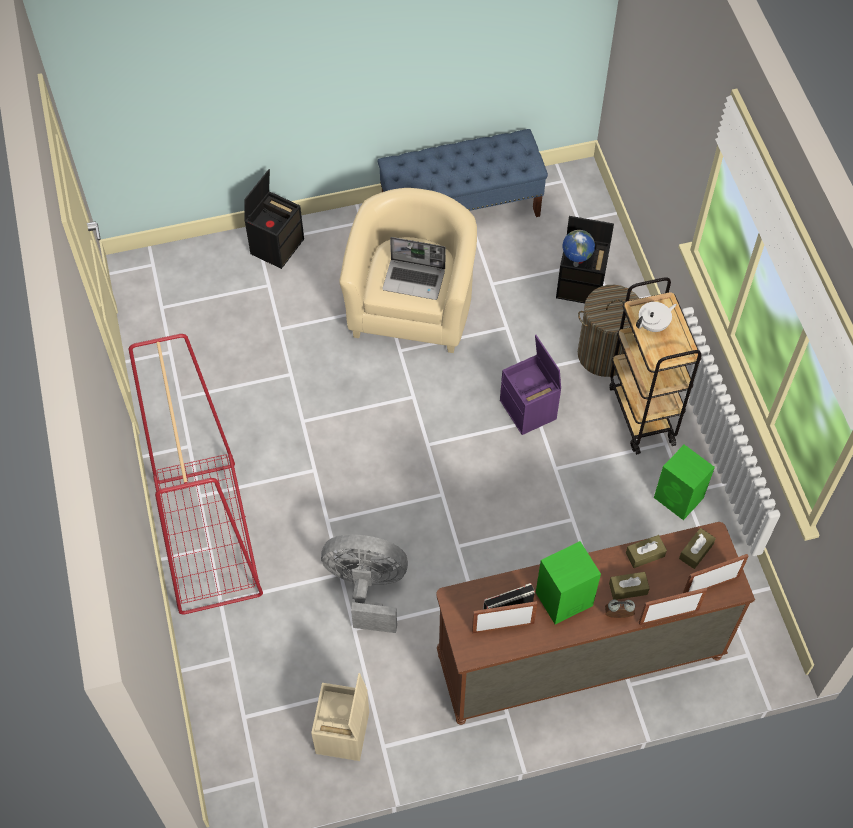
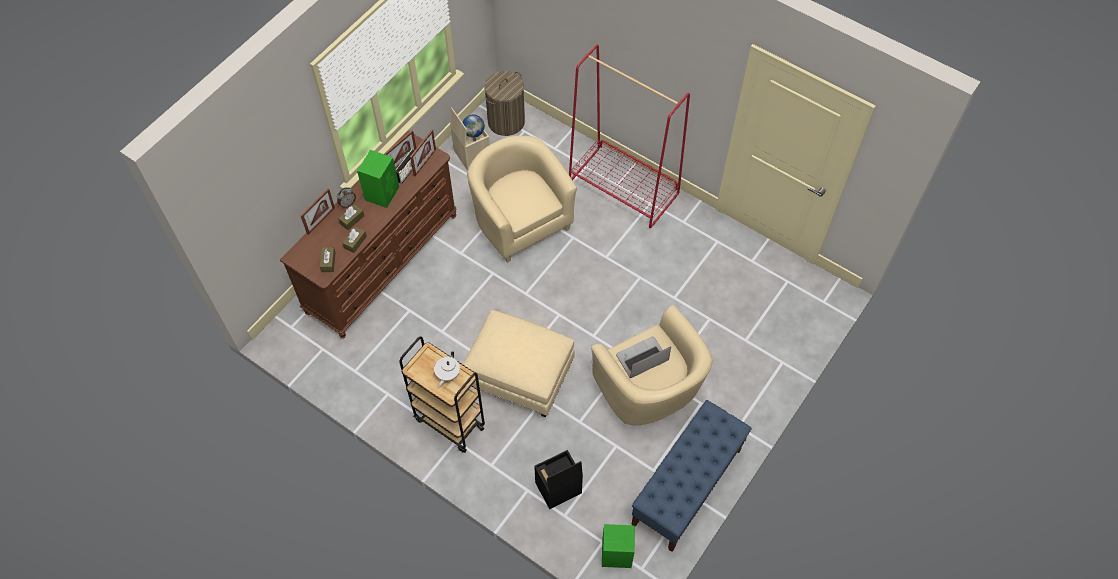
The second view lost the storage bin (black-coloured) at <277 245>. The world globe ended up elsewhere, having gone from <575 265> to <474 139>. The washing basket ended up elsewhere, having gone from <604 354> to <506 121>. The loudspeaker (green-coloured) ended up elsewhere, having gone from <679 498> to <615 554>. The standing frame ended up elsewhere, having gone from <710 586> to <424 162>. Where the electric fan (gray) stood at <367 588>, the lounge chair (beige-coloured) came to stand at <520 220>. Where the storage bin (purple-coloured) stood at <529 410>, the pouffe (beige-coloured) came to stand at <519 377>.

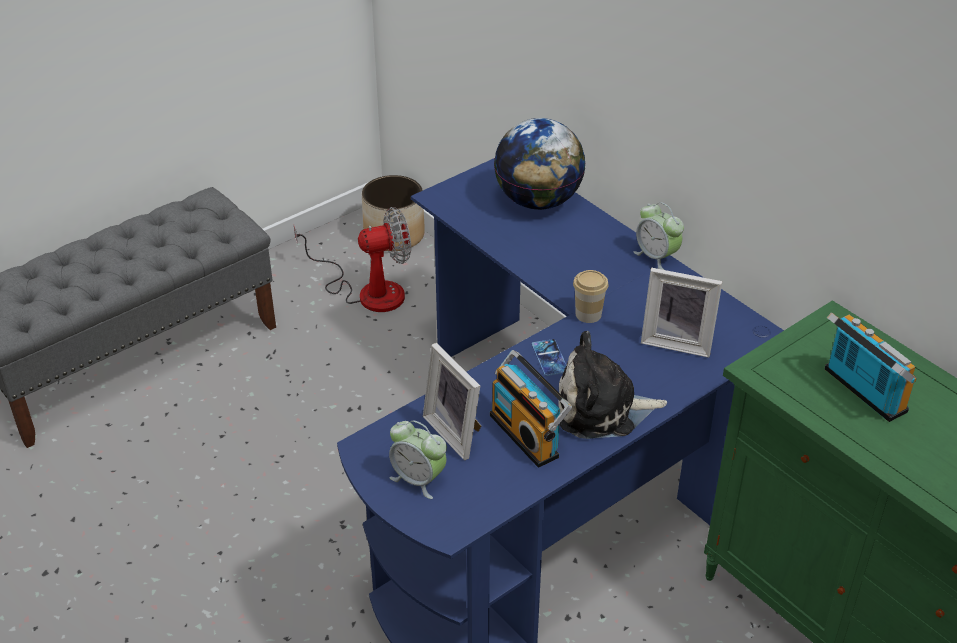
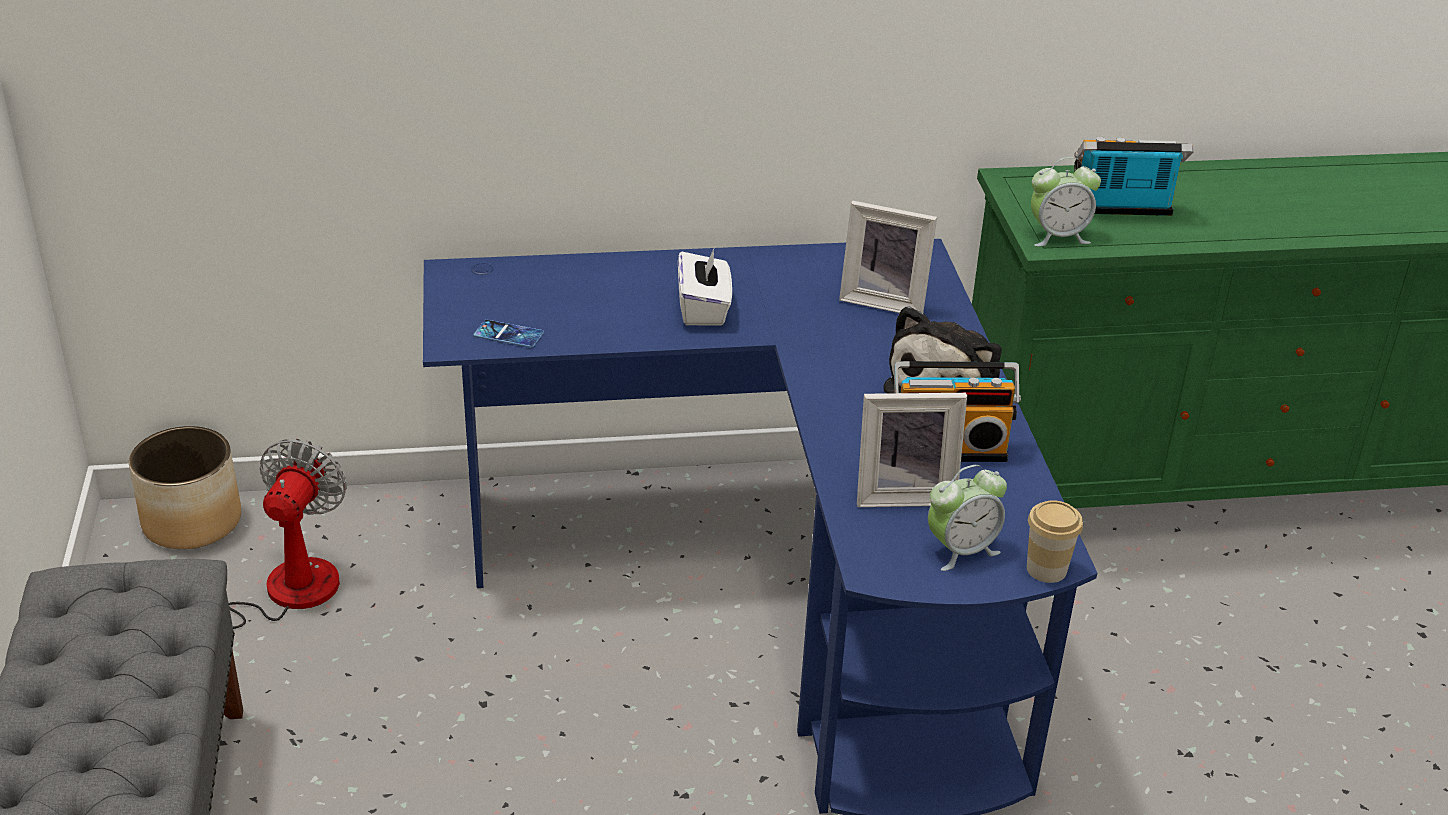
The second view lost the world globe at <538 201>. The second view gained the tissue box (whitish) at <703 309>. The telephone ended up elsewhere, having gone from <549 358> to <508 334>. The cup ended up elsewhere, having gone from <588 314> to <1046 569>. The bedside clock ended up elsewhere, having gone from <656 257> to <1058 236>. The standing frame at <677 341> ended up facing another way, 60 degrees clockwise from before.

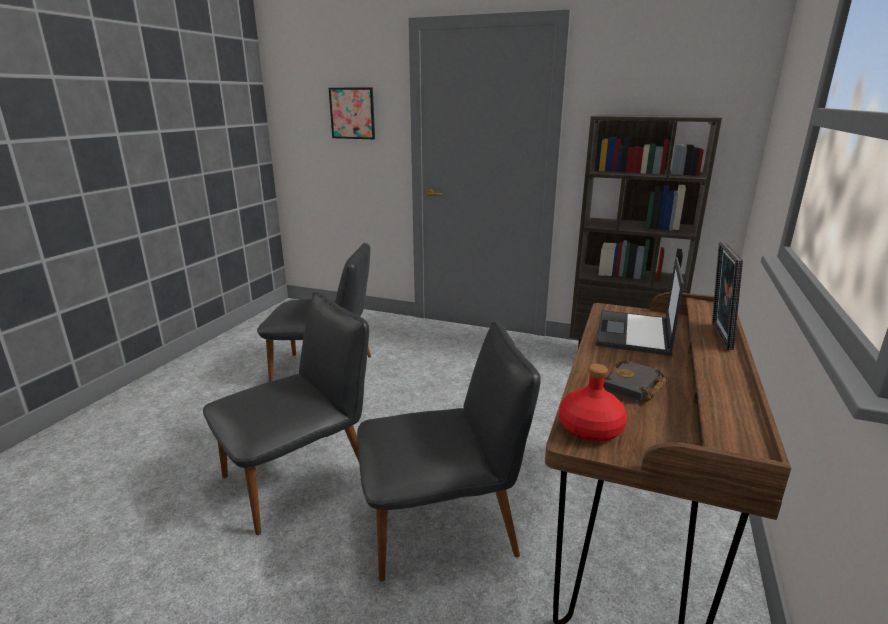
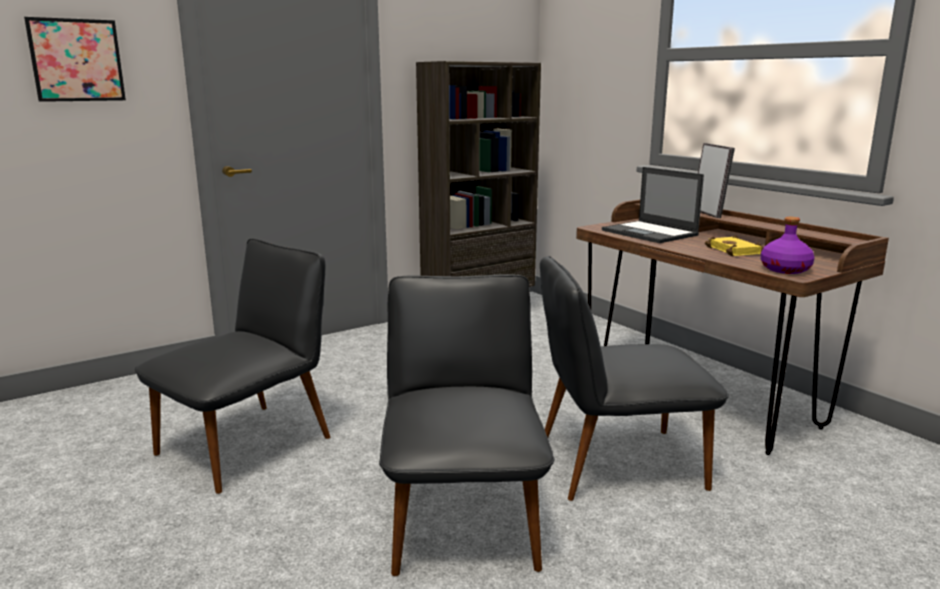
What was the bottle (red-coloured) at <590 429> turned into the bottle (purple-coloured) at <785 269>. What was the bound book (black-coloured) at <634 387> turned into the bound book (yellow-coloured) at <736 251>. The chair (black-coloured) at <440 524> ended up facing another way, 120 degrees counterclockwise from before. The standing frame at <717 335> ended up facing another way, 150 degrees counterclockwise from before.

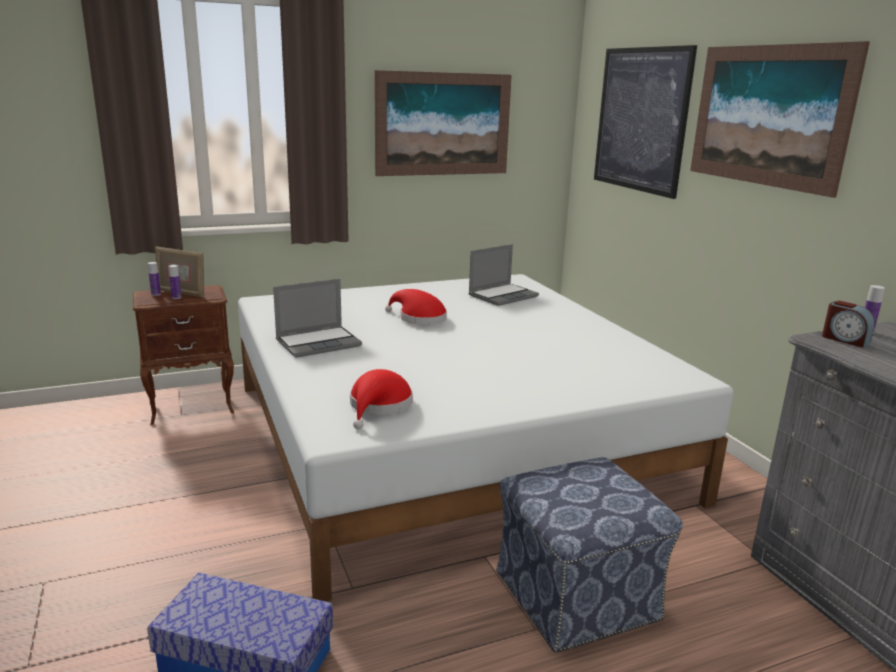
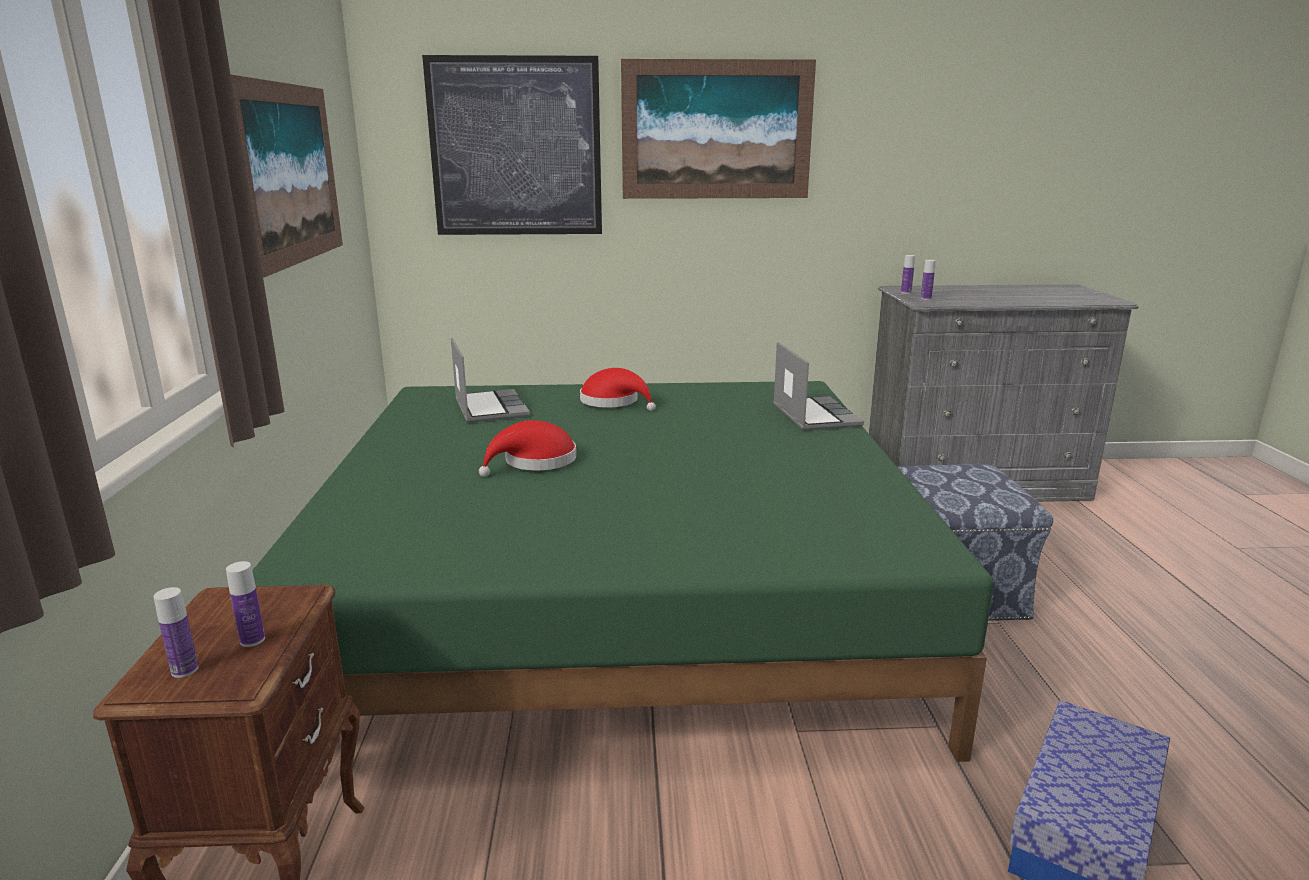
The second view lost the standing frame at <181 293>. The portable computer ended up elsewhere, having gone from <319 343> to <814 415>. The hat (red-coloured) ended up elsewhere, having gone from <379 406> to <613 402>. Where the bedside clock stood at <844 339>, the bottle came to stand at <926 298>. What was the bedroom bed (whitish) at <448 439> turned into the bedroom bed (green-coloured) at <619 598>.

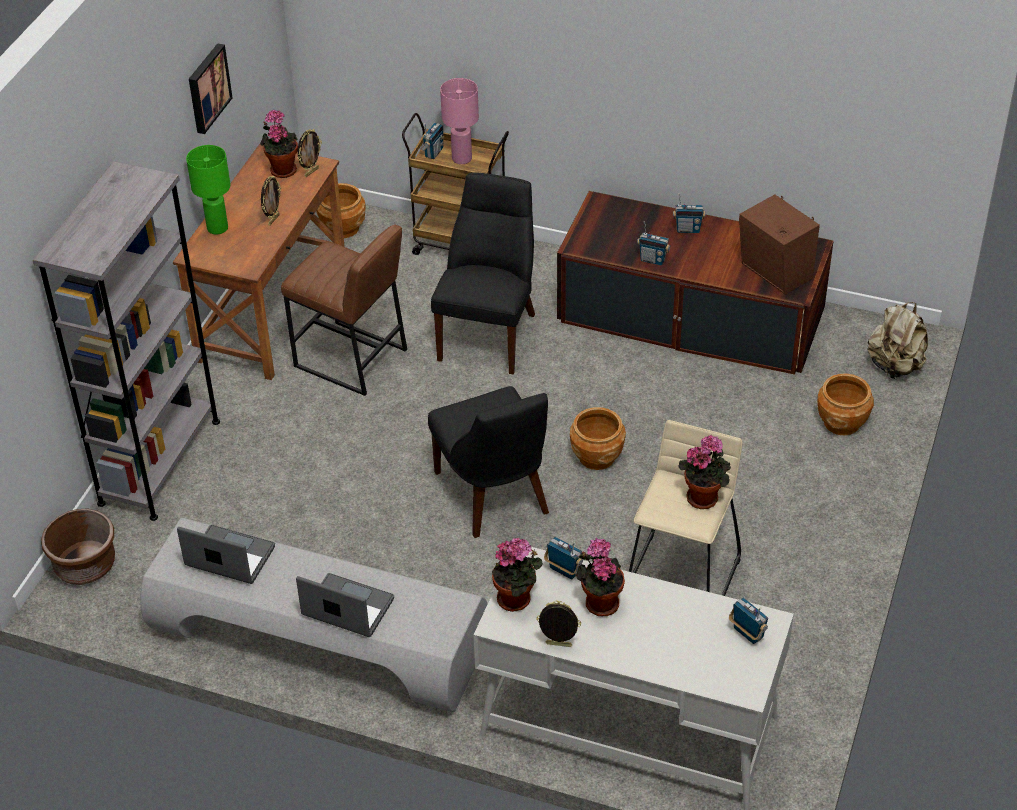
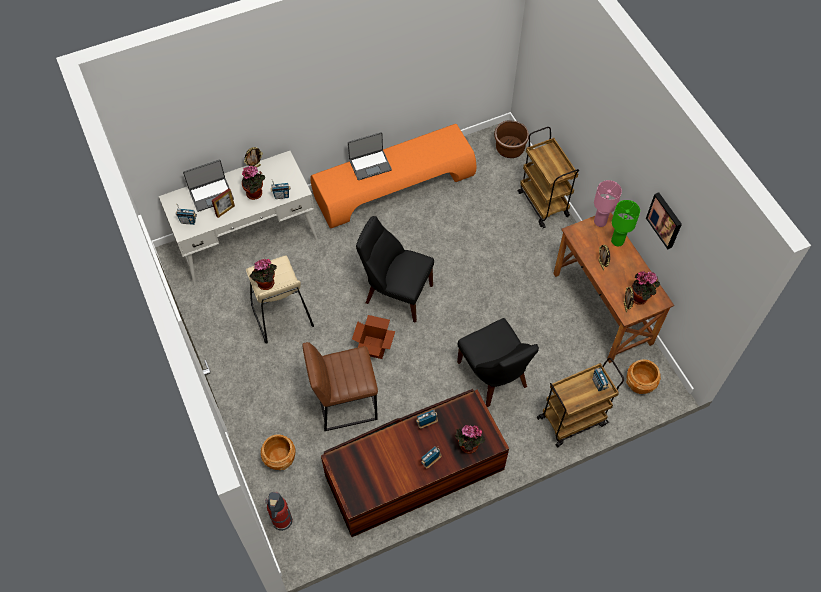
The second view lost the loudspeaker (brown) at <775 273>. The second view gained the standing frame at <225 211>. The portable computer ended up elsewhere, having gone from <229 558> to <211 194>. The chair (brown) ended up elsewhere, having gone from <352 359> to <345 404>. The tabletop lamp (pink-coloured) ended up elsewhere, having gone from <462 159> to <599 222>. The potted plant ended up elsewhere, having gone from <517 599> to <467 446>. Where the shelving unit (gray) stood at <159 462>, the trolley (brown) came to stand at <543 204>. Where the flower pot (brown) stood at <597 456>, the cardboard box came to stand at <373 347>. Where the rucksack (beige-coloured) stood at <895 366>, the fire-fighting cylinder came to stand at <281 521>. What was the indoor bench (gray) at <318 638> turned into the indoor bench (orange-coloured) at <394 187>.

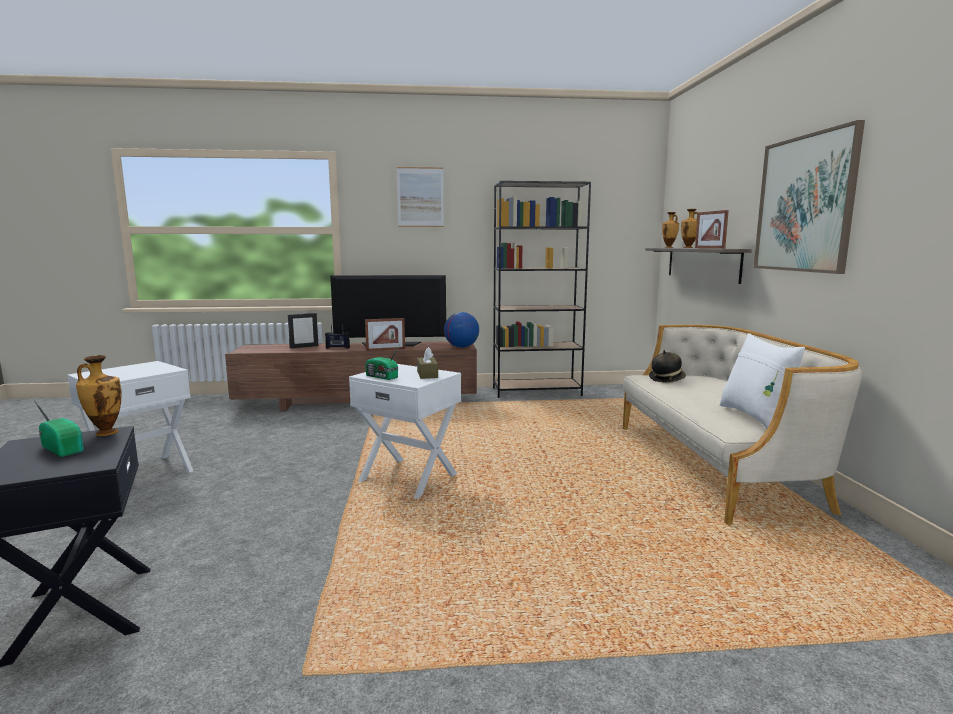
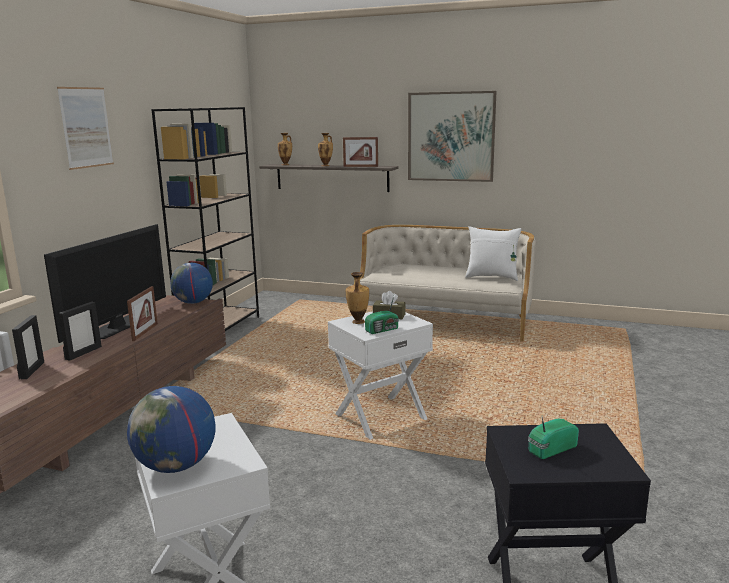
The second view lost the hat at <667 379>. The second view gained the world globe at <176 466>. The vase ended up elsewhere, having gone from <105 432> to <358 322>. Where the radio stood at <337 348>, the standing frame came to stand at <83 353>.

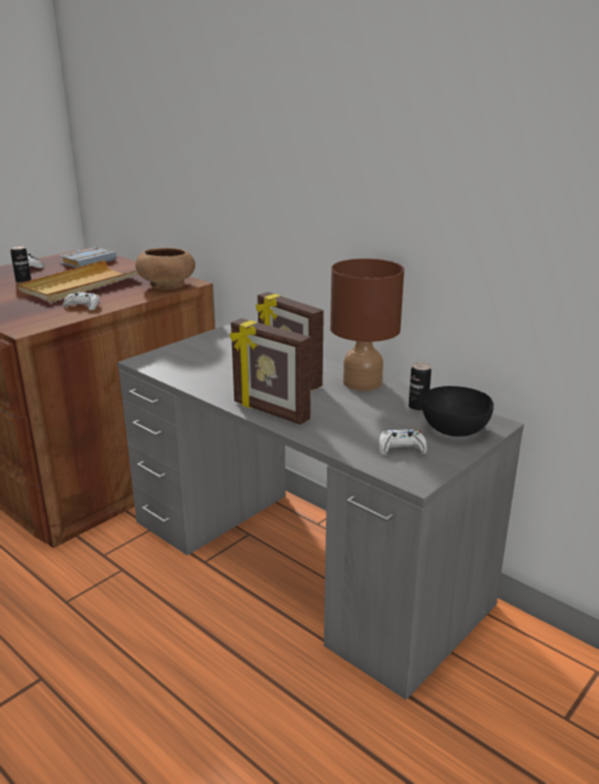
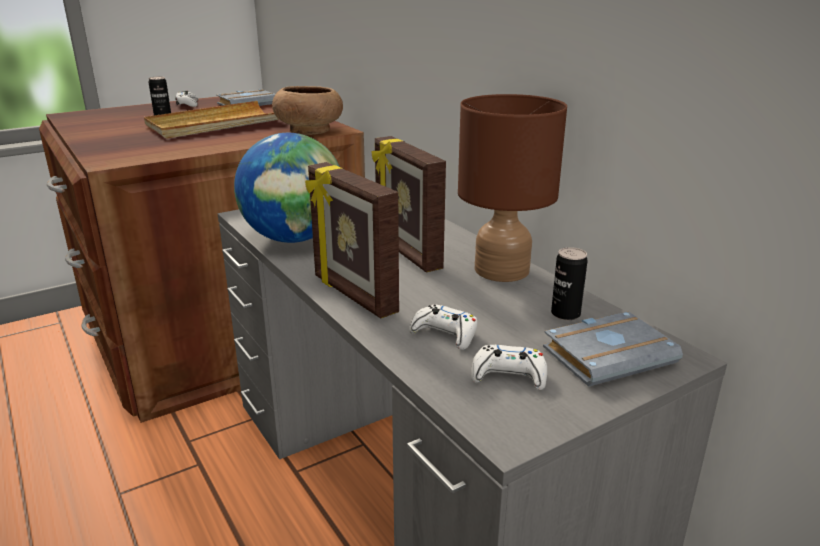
The second view gained the world globe at <294 238>. The game controller (whitish) ended up elsewhere, having gone from <83 306> to <445 334>. Where the deep dish (black-coloured) stood at <454 428>, the bound book (gray) came to stand at <608 354>.

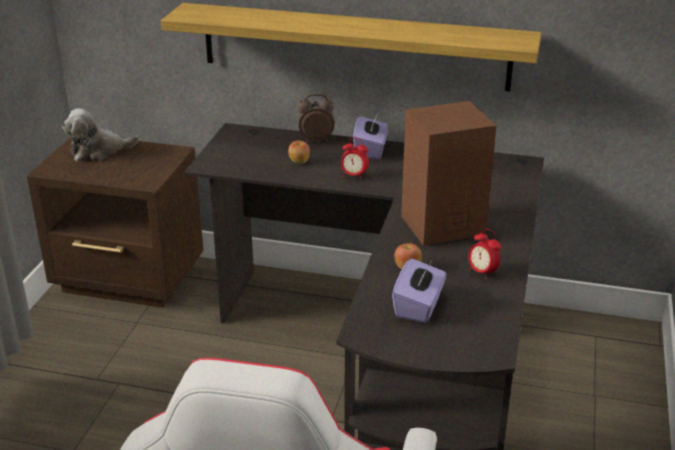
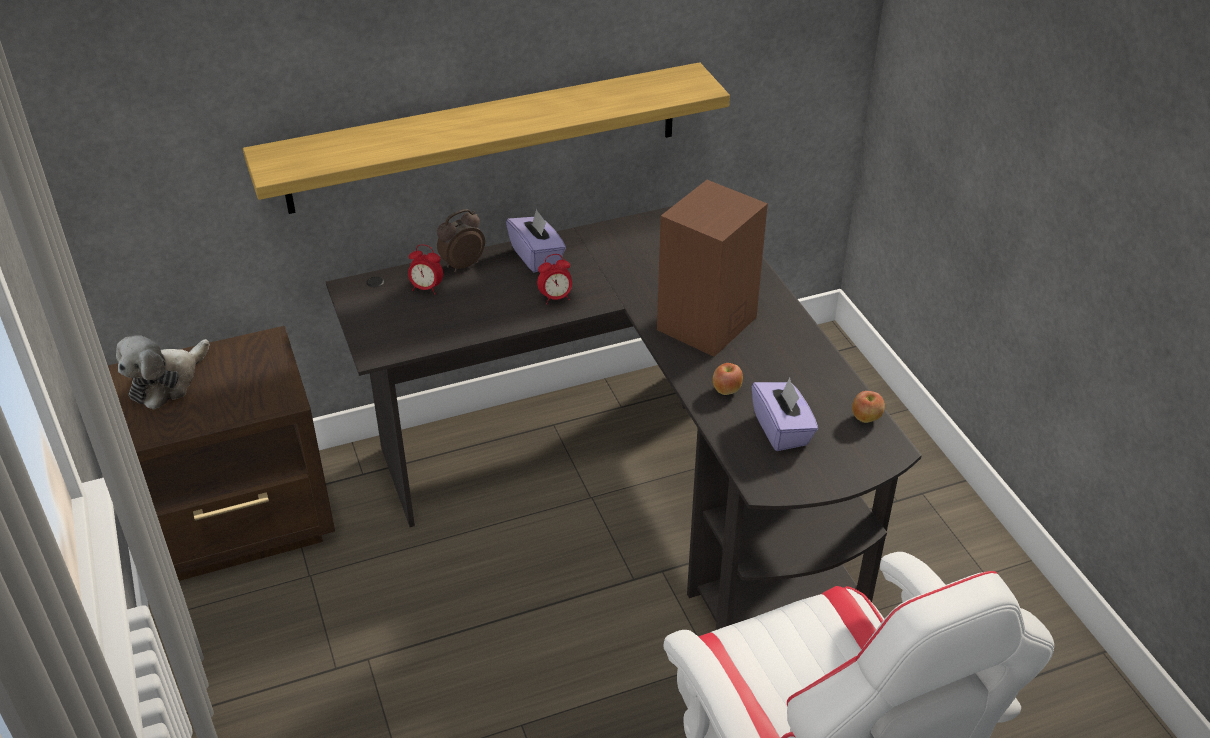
The whole apple ended up elsewhere, having gone from <299 162> to <866 418>. The bedside clock ended up elsewhere, having gone from <482 272> to <426 288>.

